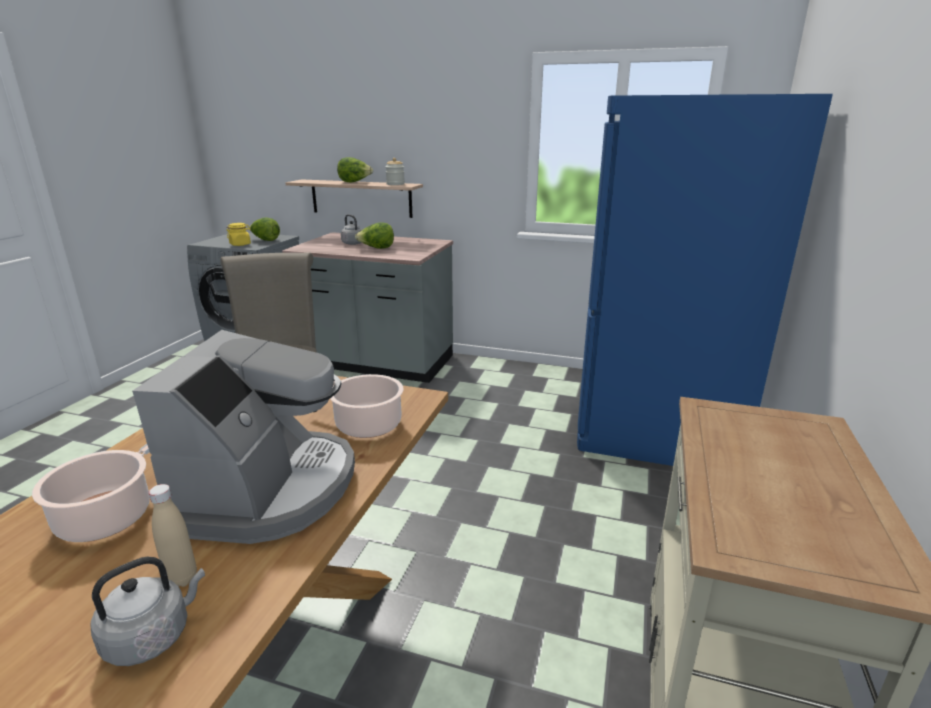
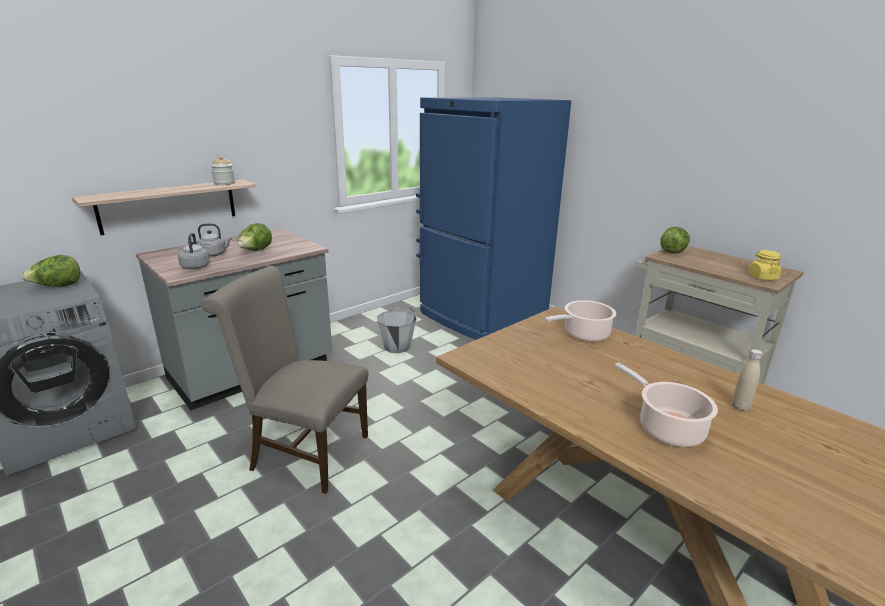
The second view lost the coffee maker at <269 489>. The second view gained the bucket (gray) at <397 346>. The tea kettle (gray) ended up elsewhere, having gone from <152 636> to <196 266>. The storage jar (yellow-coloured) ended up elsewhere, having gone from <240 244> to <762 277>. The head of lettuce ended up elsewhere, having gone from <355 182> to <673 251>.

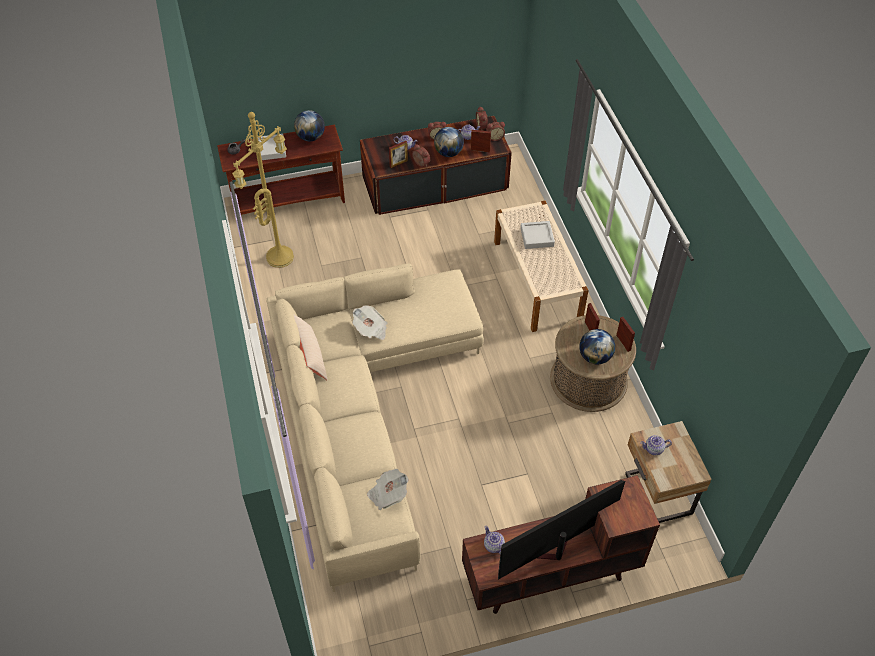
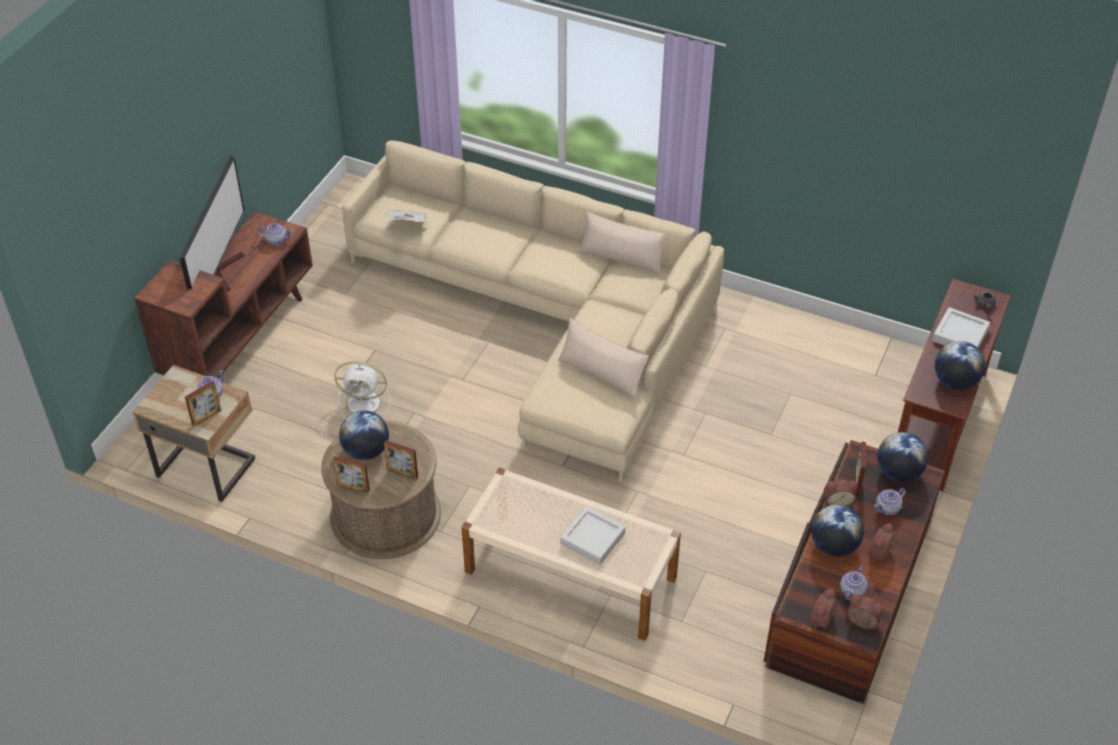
The second view lost the standard lamp (yellow-coloured) at <279 256>. The second view lost the daily paper at <371 329>. The second view gained the electric fan (whitish) at <365 403>. The second view gained the throw pillow (beige-coloured) at <602 373>. The second view gained the world globe at <898 473>. The standing frame ended up elsewhere, having gone from <480 150> to <206 417>.

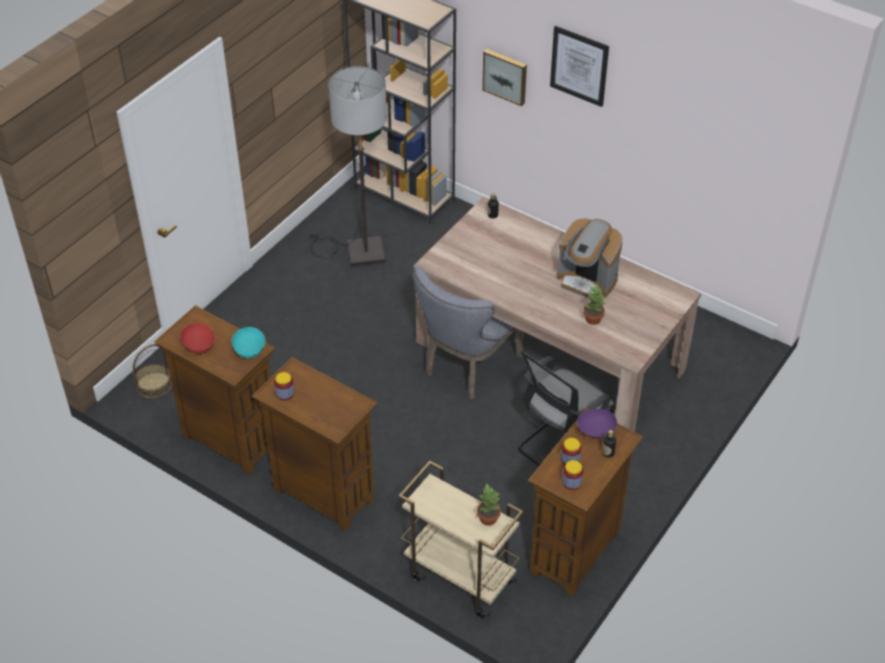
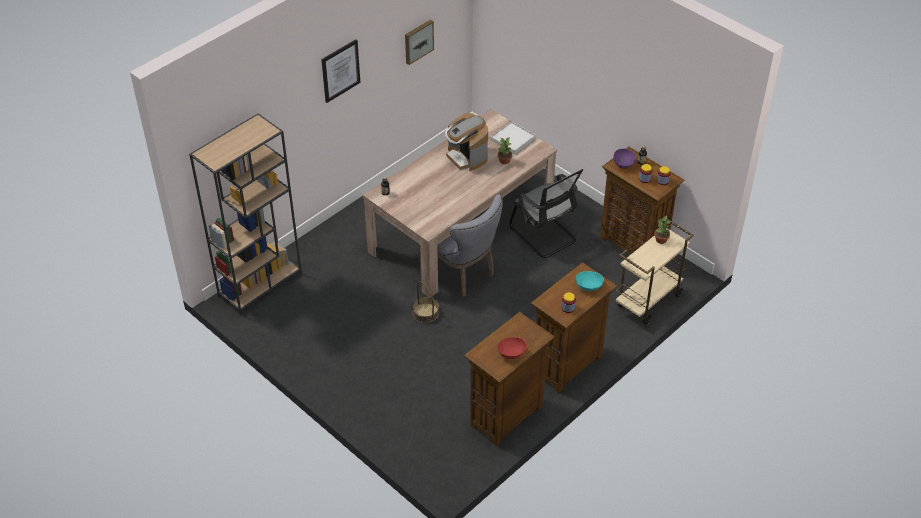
The second view lost the standard lamp at <353 251>. The second view gained the carrying tray (whitish) at <512 139>. The household basket ended up elsewhere, having gone from <154 385> to <425 313>. The deep dish (turquoise-coloured) ended up elsewhere, having gone from <250 351> to <589 286>. The wall picture ended up elsewhere, having gone from <505 76> to <418 41>. The coffee maker at <587 280> ended up facing another way, 105 degrees clockwise from before.

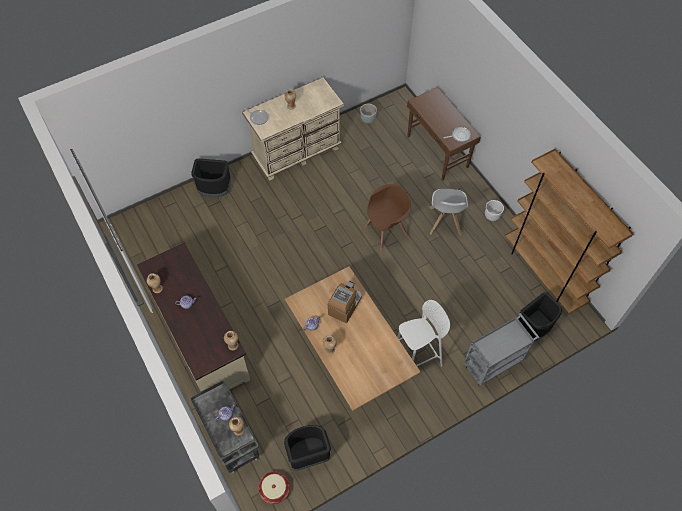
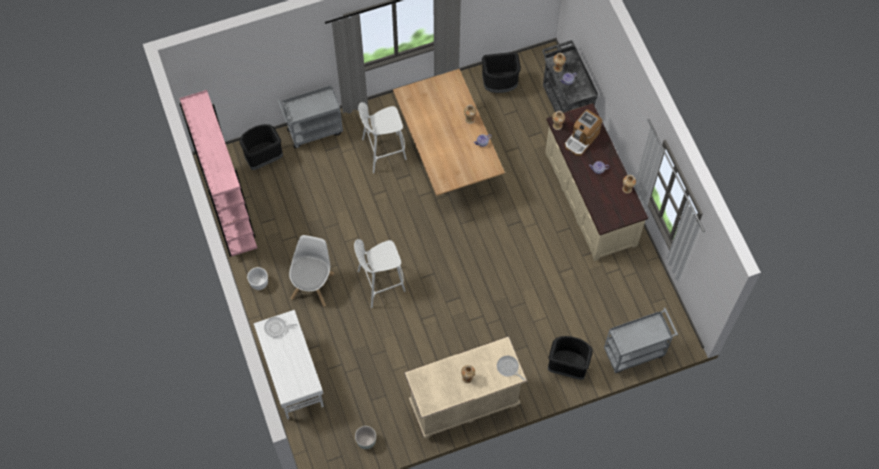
The second view lost the household basket at <274 489>. The second view gained the trolley (gray) at <635 354>. The coffee maker ended up elsewhere, having gone from <345 305> to <581 139>. Where the chair (brown) stood at <386 231>, the stool (whitish) came to stand at <380 283>. What was the hall table (brown) at <438 152> turned into the hall table (whitish) at <293 377>. What was the shelving unit (brown) at <543 273> turned into the shelving unit (pink-coloured) at <230 211>.

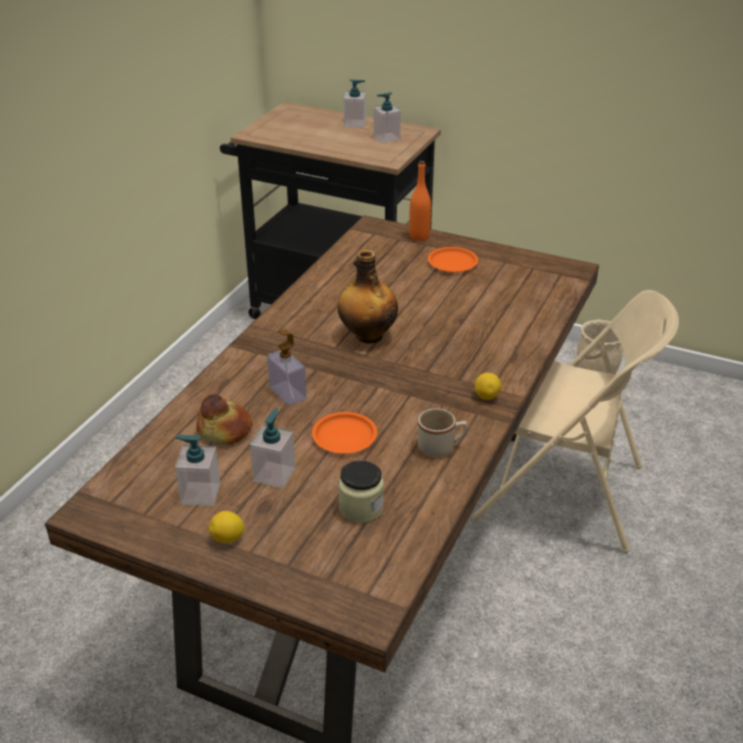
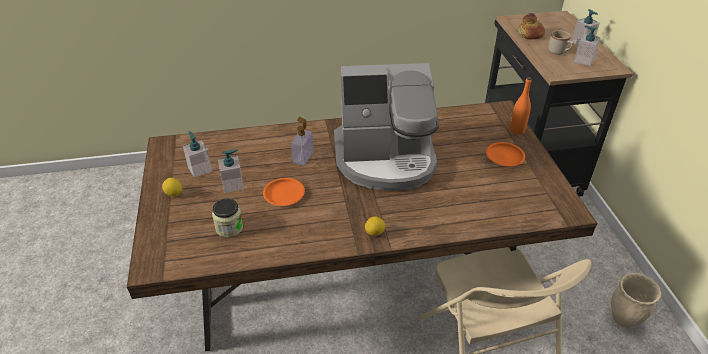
The bread ended up elsewhere, having gone from <225 429> to <530 34>. The mug (beige-coloured) ended up elsewhere, having gone from <441 447> to <559 52>. Where the bottle stood at <367 335>, the coffee maker came to stand at <385 159>.

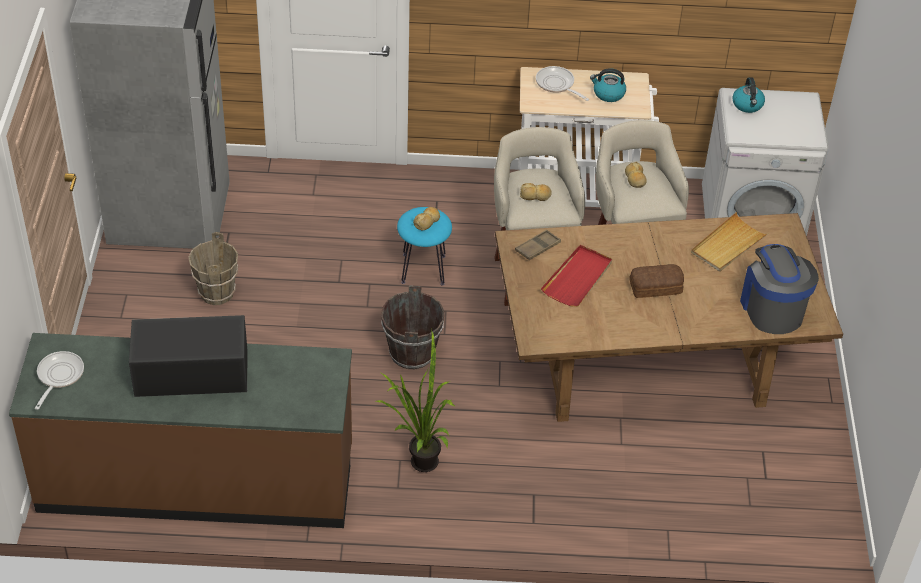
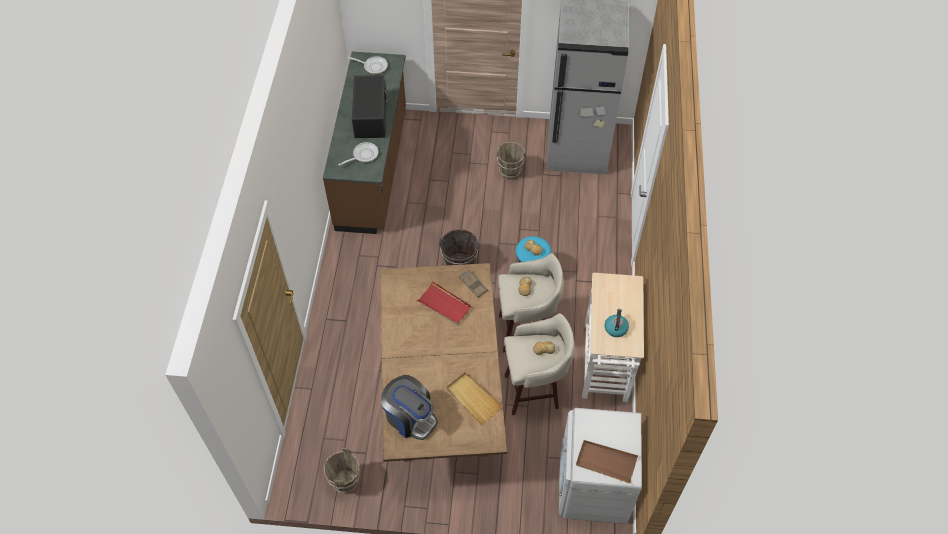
The second view lost the potted plant at <417 464>. The second view lost the bread at <656 287>. The second view lost the tea kettle at <747 105>. The second view gained the bucket (brown) at <345 481>. The second view gained the carrying tray (brown) at <606 462>. The pan ended up elsewhere, having gone from <557 85> to <363 155>. The coffee maker at <771 308> ended up facing another way, 45 degrees clockwise from before.

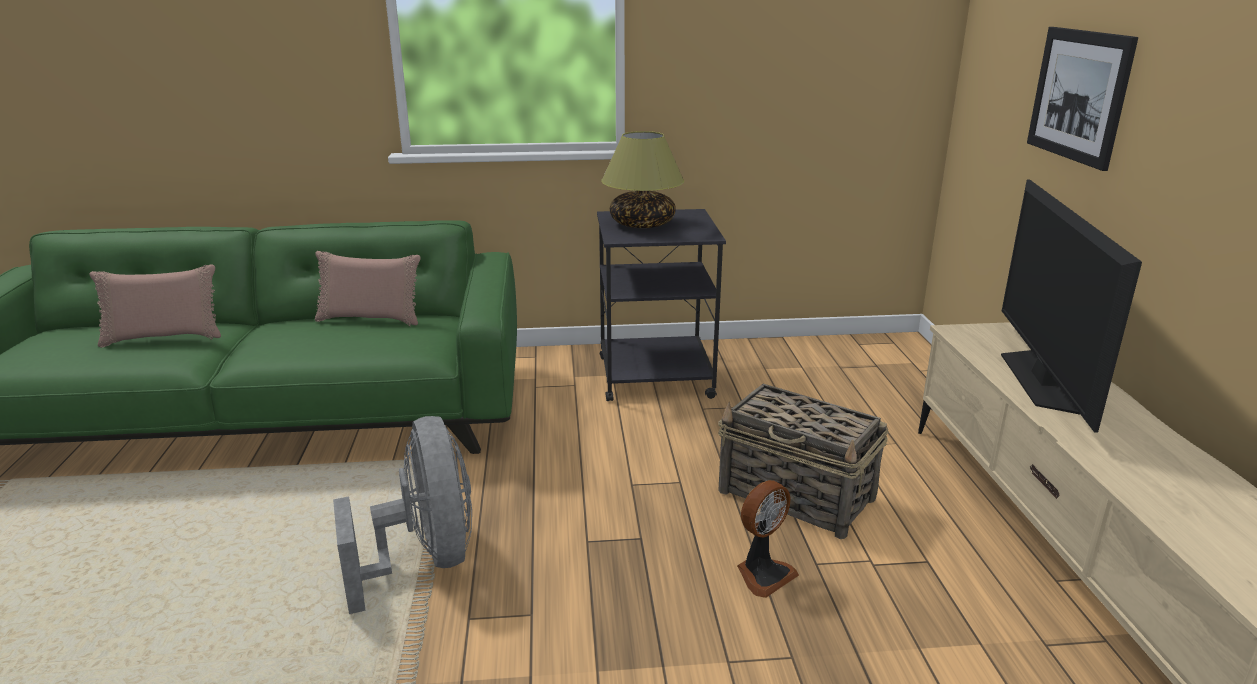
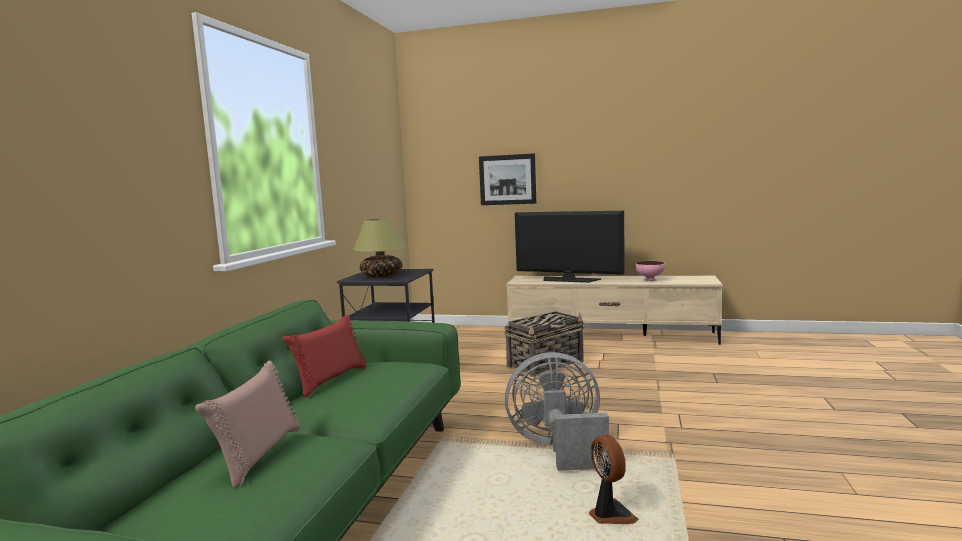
The second view gained the deep dish (pink-coloured) at <649 280>. The electric fan ended up elsewhere, having gone from <763 574> to <610 514>. What was the throw pillow (beige-coloured) at <370 319> turned into the throw pillow (red-coloured) at <330 380>.

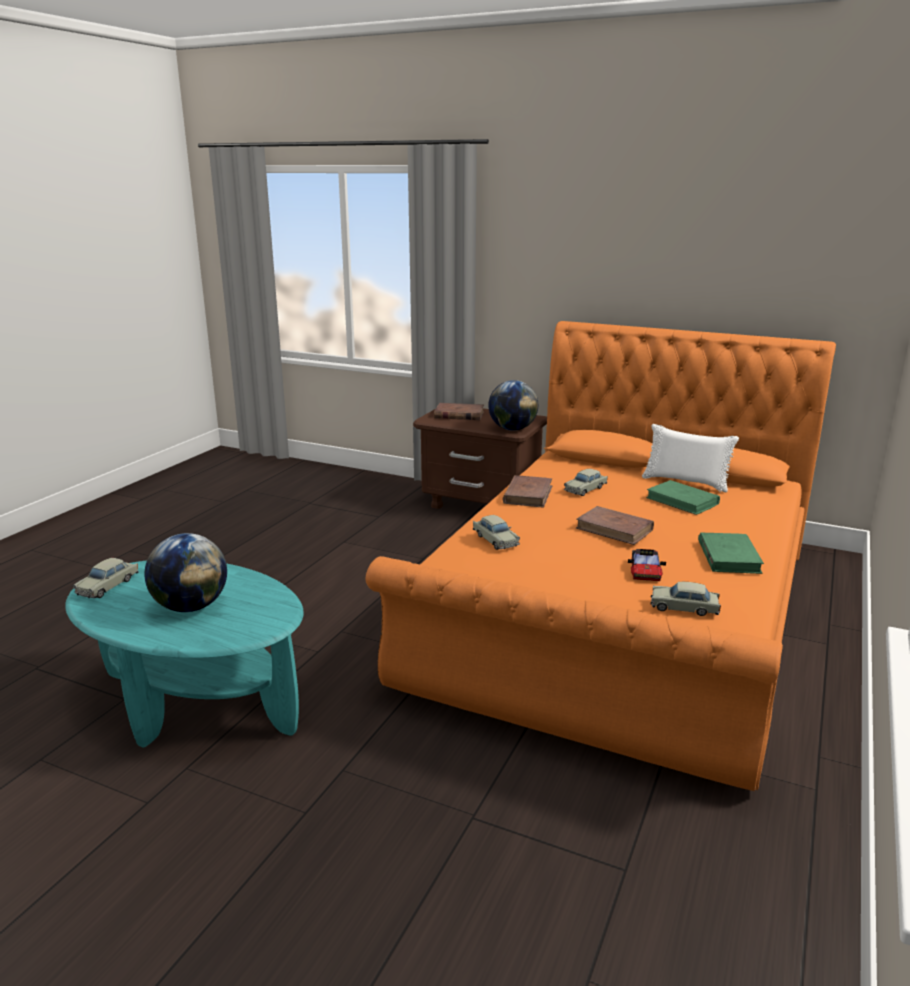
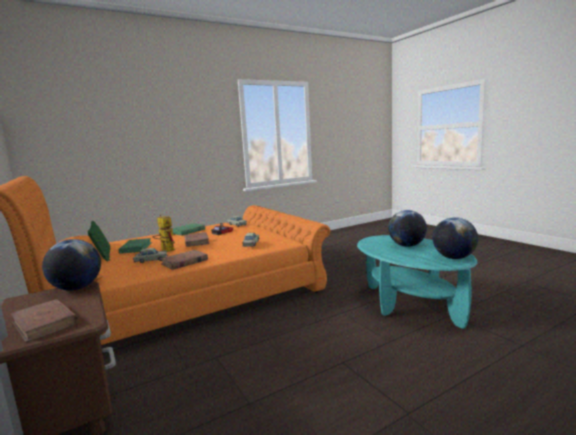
The second view gained the robot figure at <165 249>. Where the miniature car (beige-coloured) stood at <108 586>, the world globe came to stand at <454 258>. What was the throw pillow (whitish) at <685 482> turned into the throw pillow (green-coloured) at <102 255>.

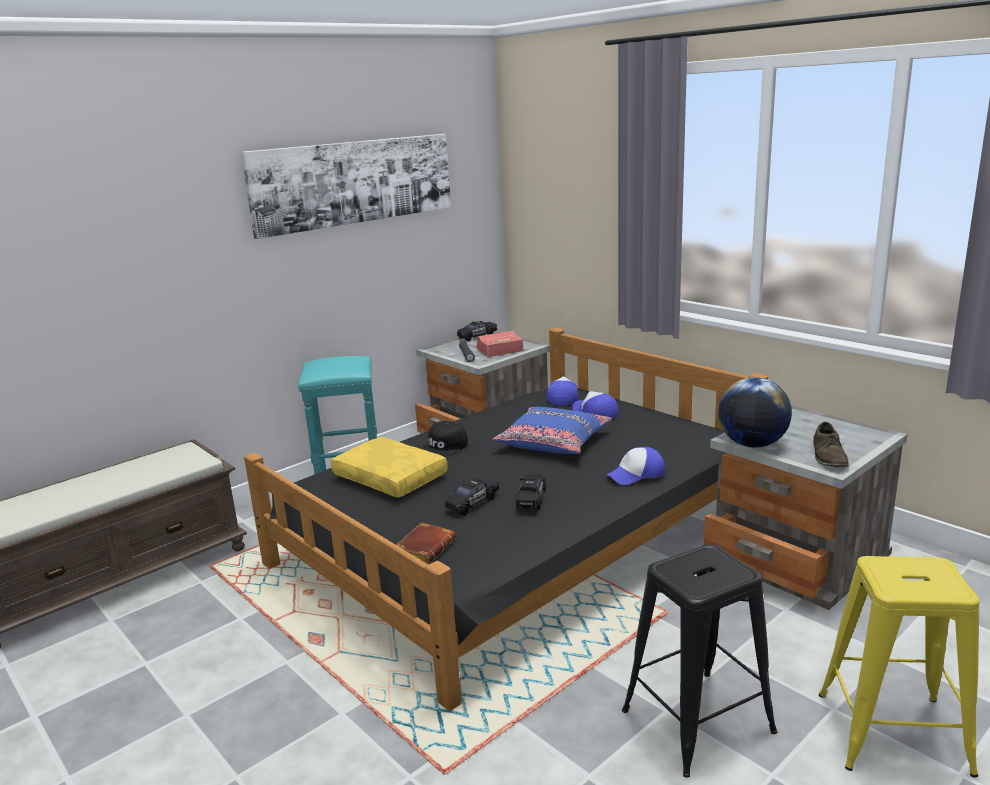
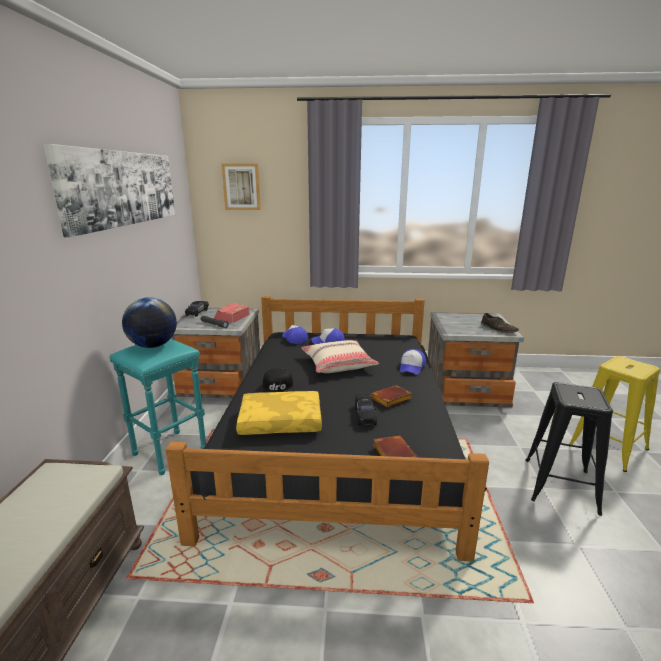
The second view gained the wall picture at <241 187>. The world globe ended up elsewhere, having gone from <752 444> to <153 346>. Where the miniature car (black-coloured) stood at <531 499>, the bound book (brown) came to stand at <391 400>. What was the throw pillow (bluish) at <553 442> turned into the throw pillow (beige-coloured) at <338 364>.

